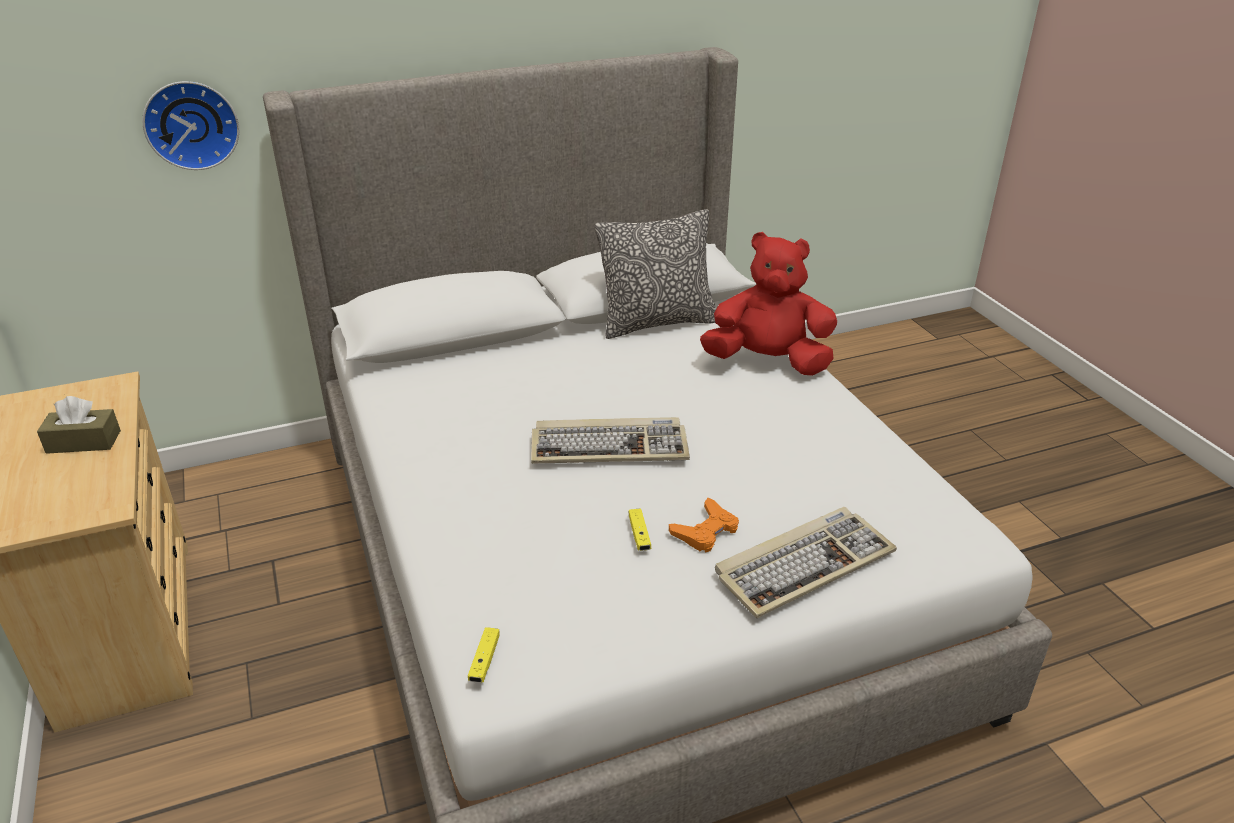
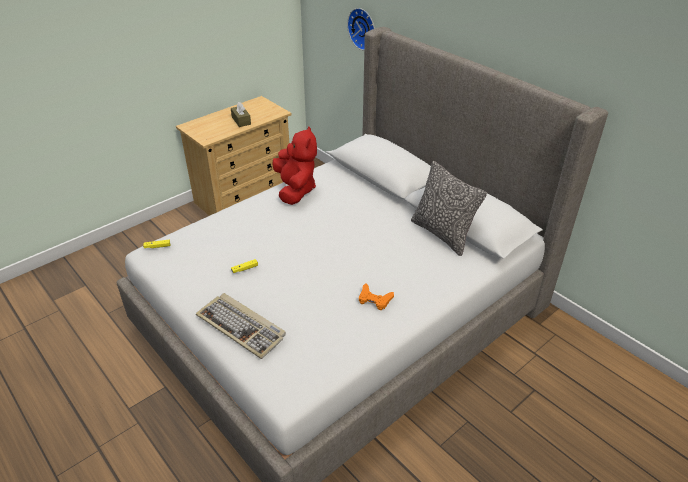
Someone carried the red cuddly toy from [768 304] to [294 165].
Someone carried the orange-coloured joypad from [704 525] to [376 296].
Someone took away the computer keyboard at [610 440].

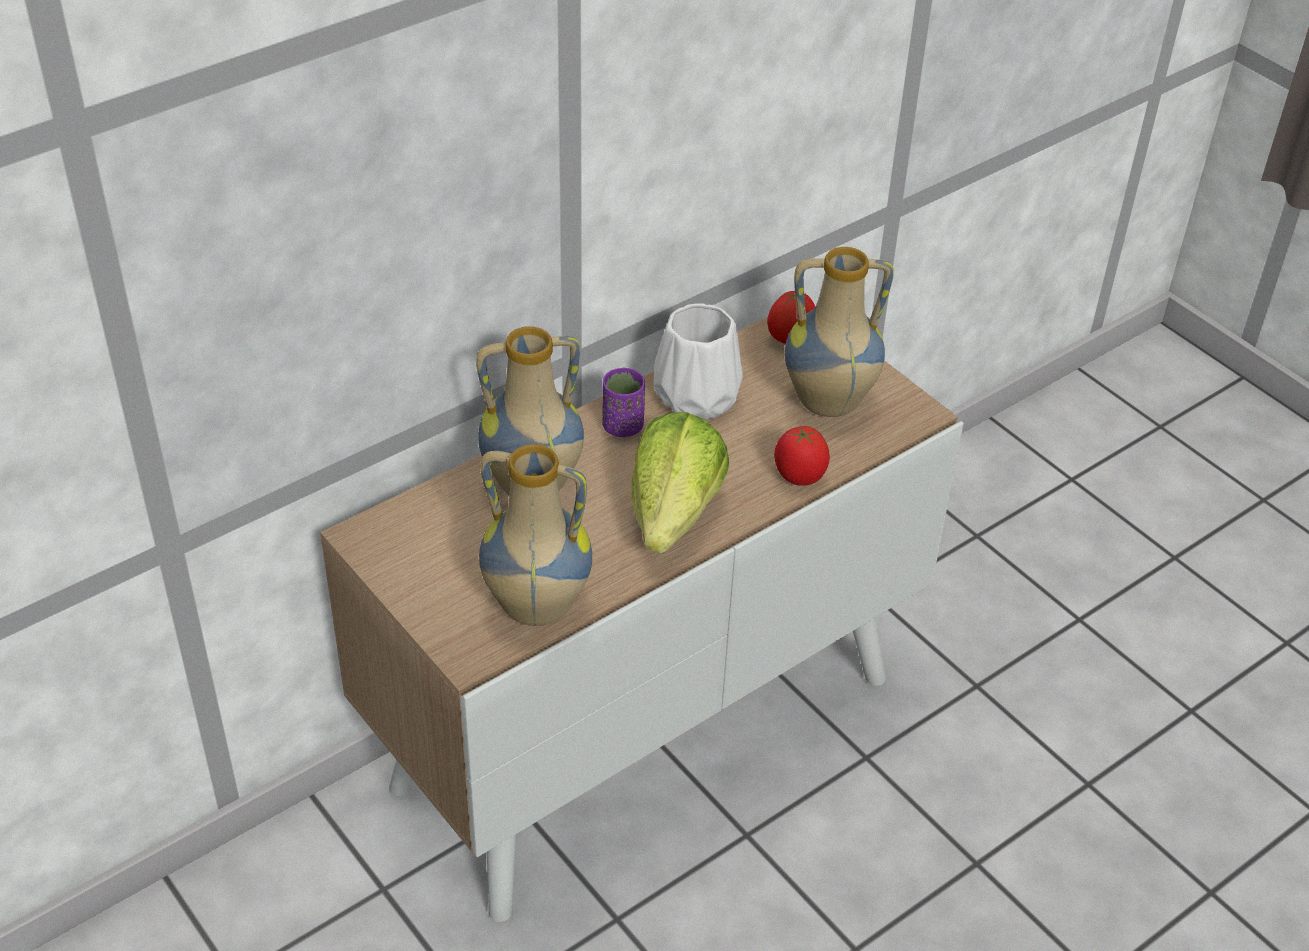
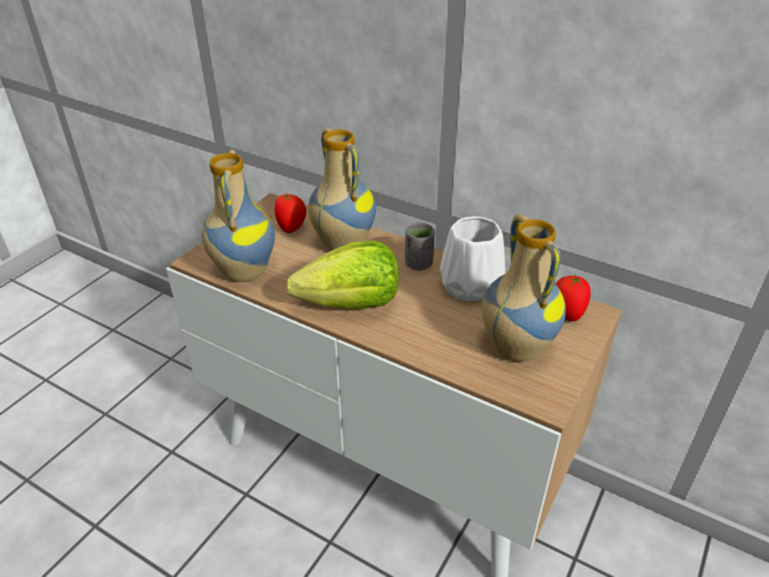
Someone carried the whole tomato from [802 456] to [290 213].
Someone repainted the purplish small cup at [623 402], which became the grey small cup at [420 246].

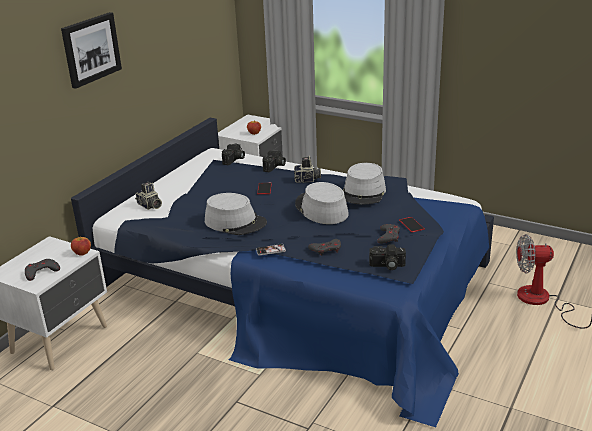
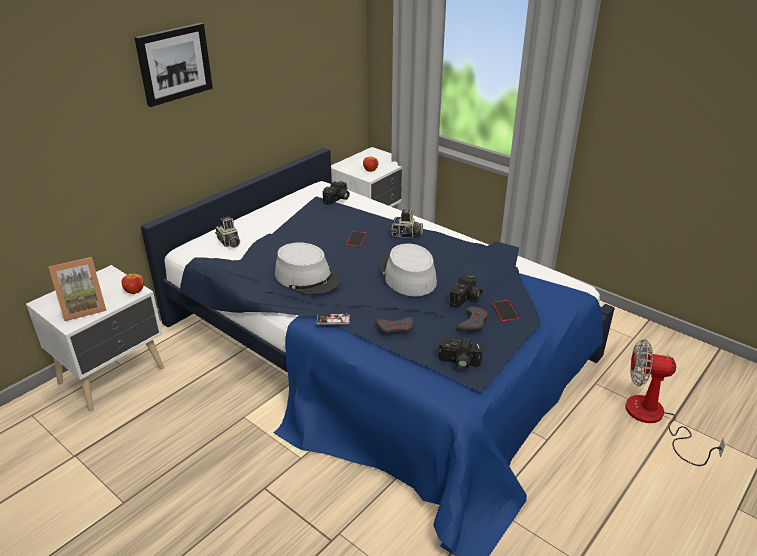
Someone swapped the grey joypad at [42 270] for the standing frame at [78 289].
Someone carried the photo camera from [274 161] to [466 291].
Someone took away the grey clothing hat at [364 184].

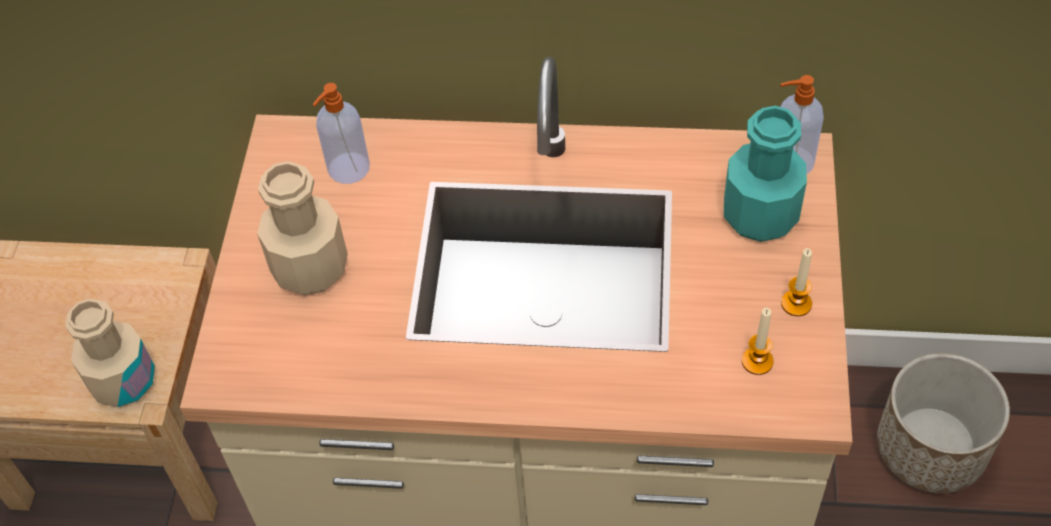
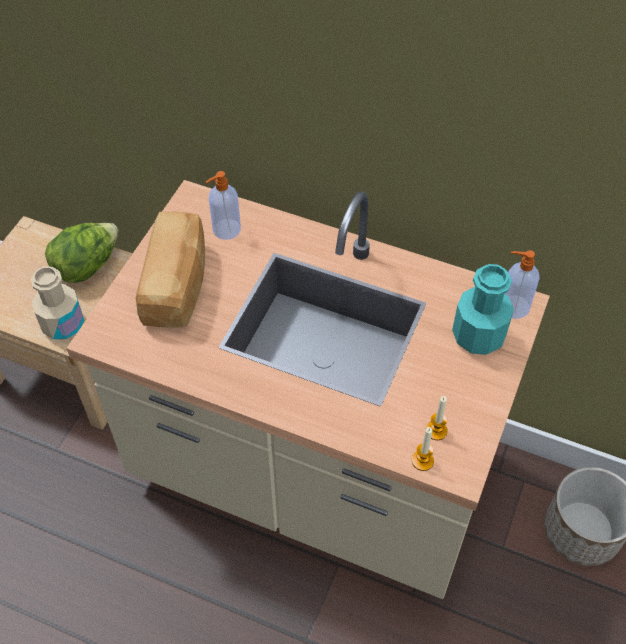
Someone put down the lettuce at [81 253].
Someone swapped the sand-coloured drink bottle at [302 228] for the bakery bread at [170 270].
Someone carried the wax candle from [796 282] to [423 449].

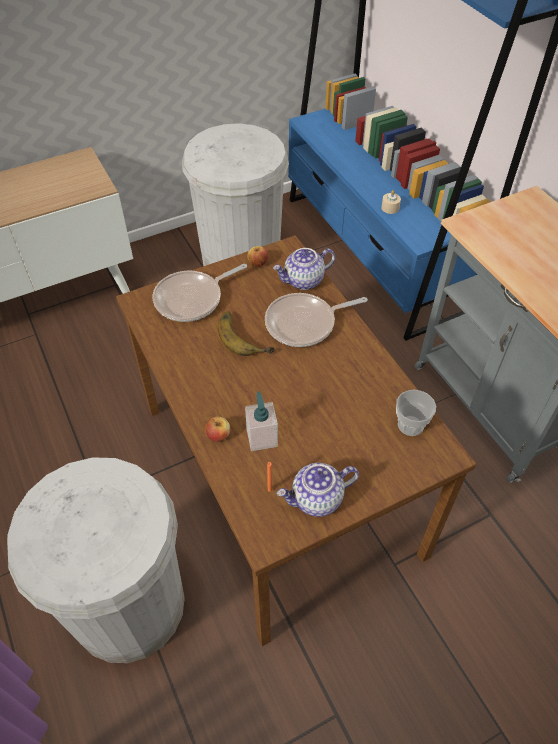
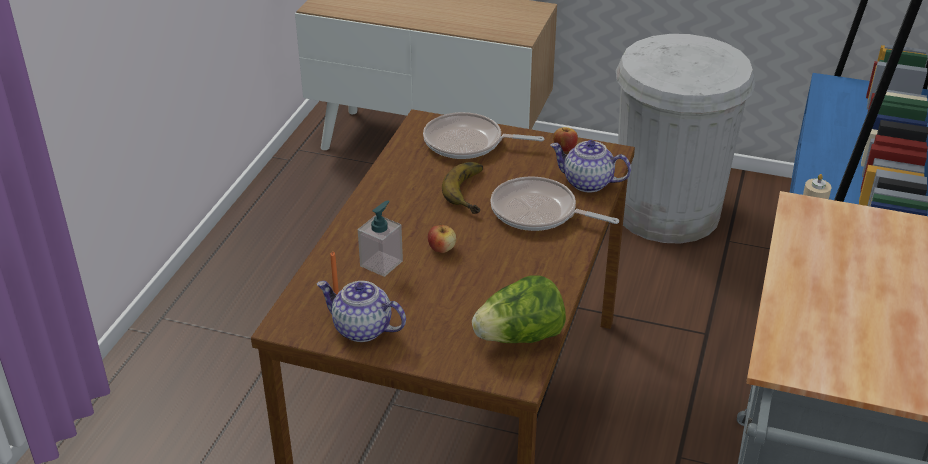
Someone carried the apple from [217 429] to [442 239].
Someone swapped the small cup at [416 413] for the lettuce at [519 309].
Someone took away the white-coloured rubbish bin at [96 560].

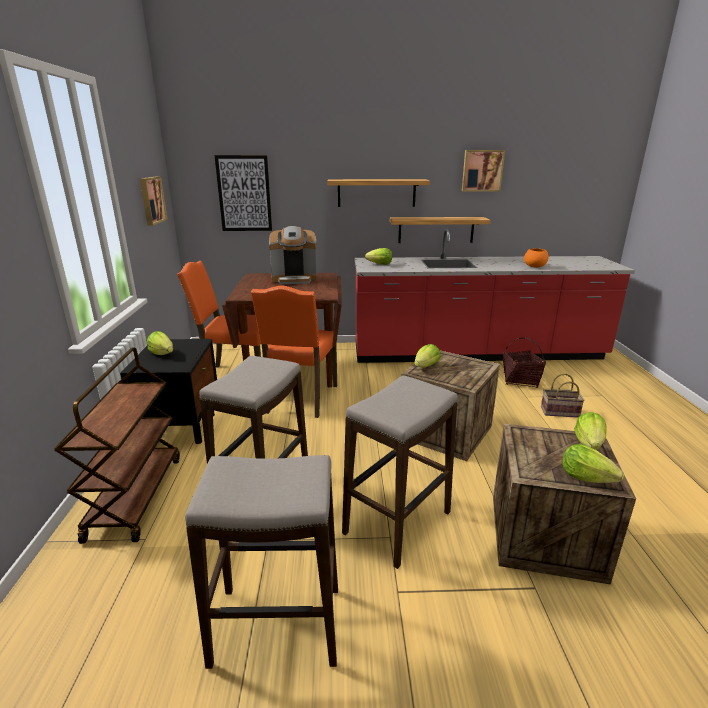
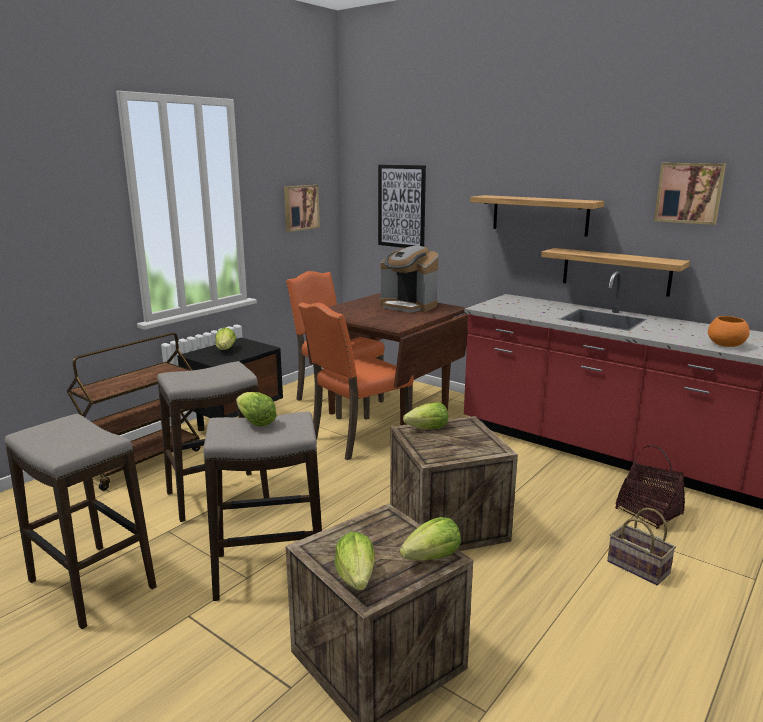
Someone carried the lettuce from [378 256] to [256 409].

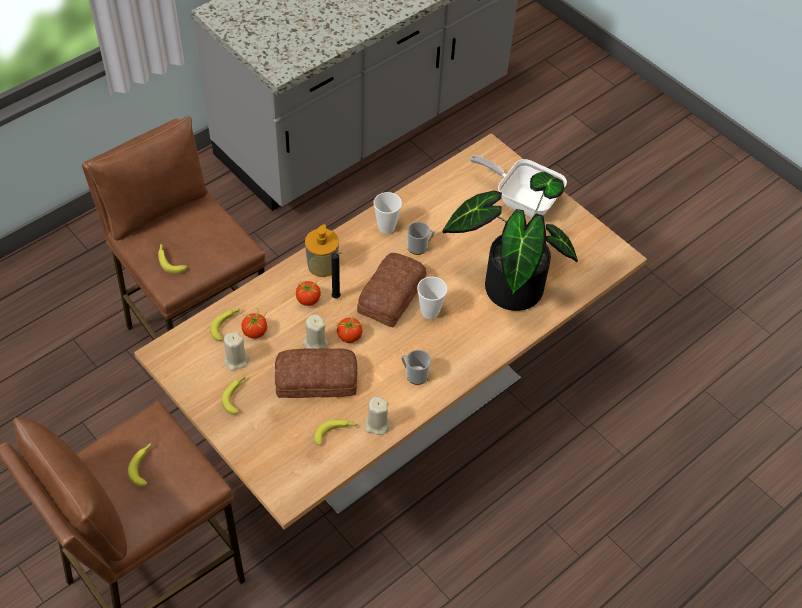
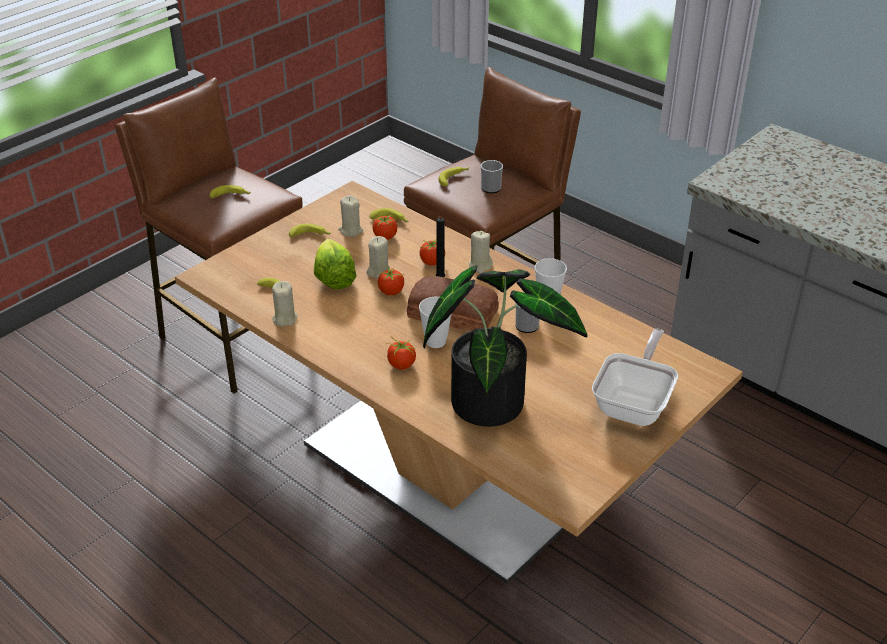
Someone swapped the bakery bread at [316 373] for the lettuce at [335 264].
Someone put down the whole tomato at [400 354].
Someone swapped the liquid soap bottle at [322 250] for the sand-coloured wax candle at [480 252].
Someone carried the coffee mug from [416 367] to [492 176].

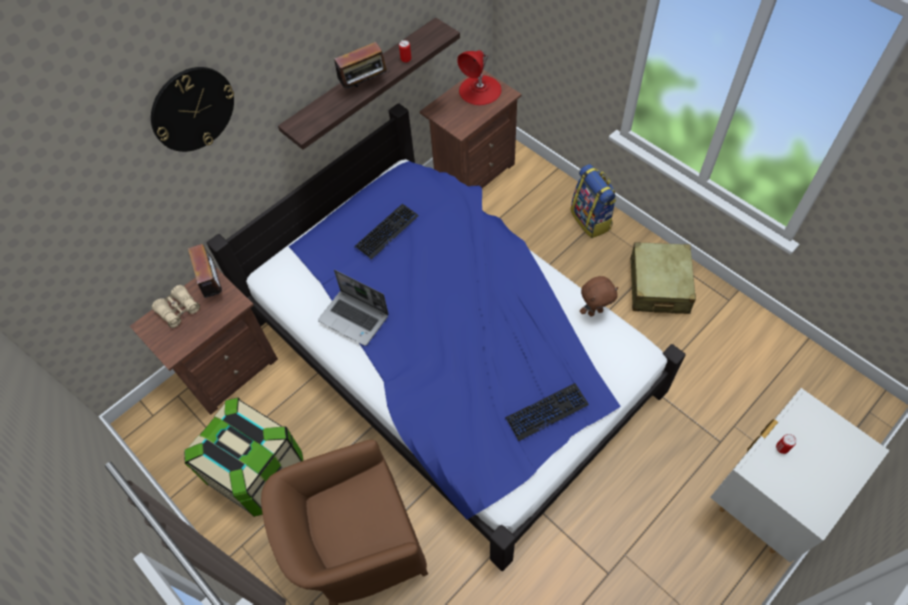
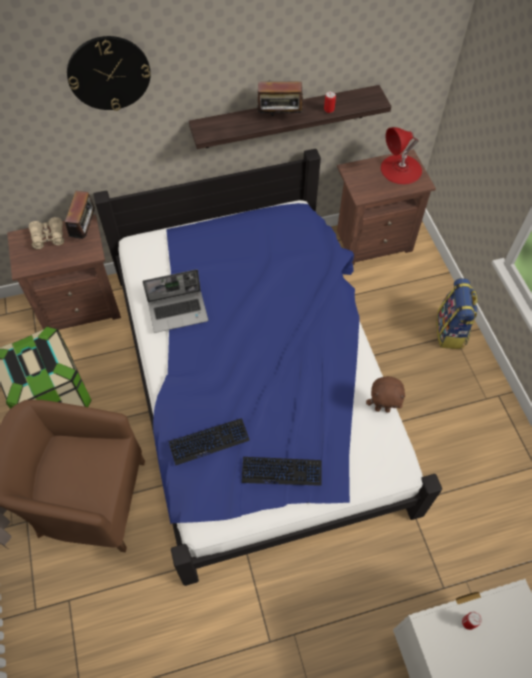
Someone rotated the laptop at [353 308] by 75 degrees counterclockwise.
Someone carried the computer keyboard from [386 232] to [209 442].
Someone took away the sand-coloured travel case at [663 278].

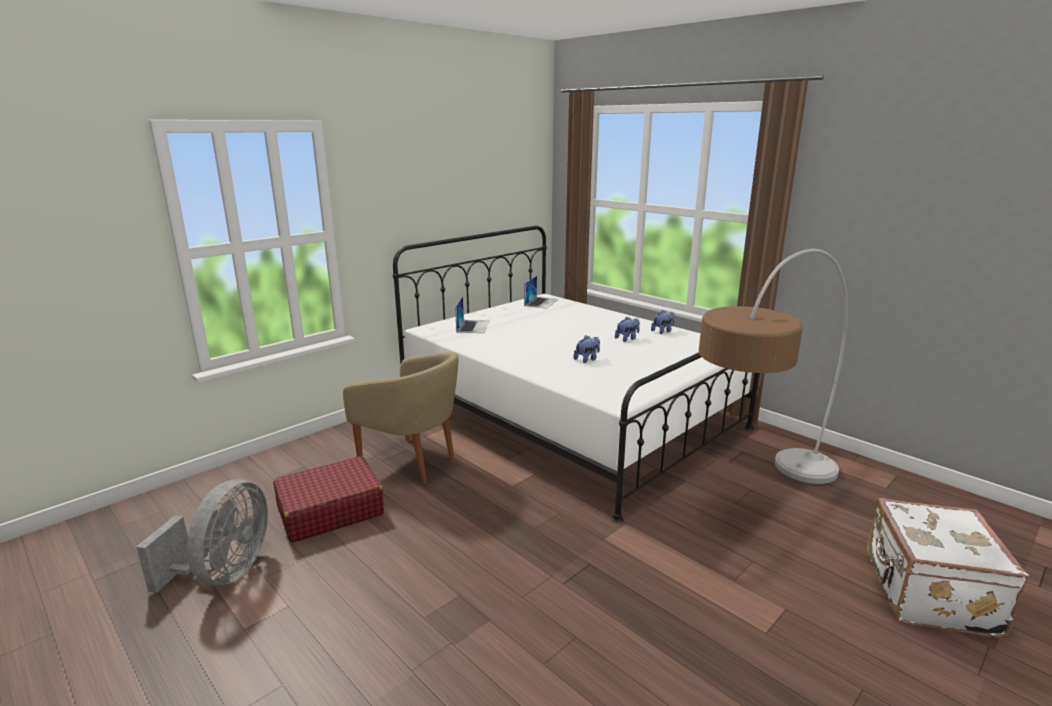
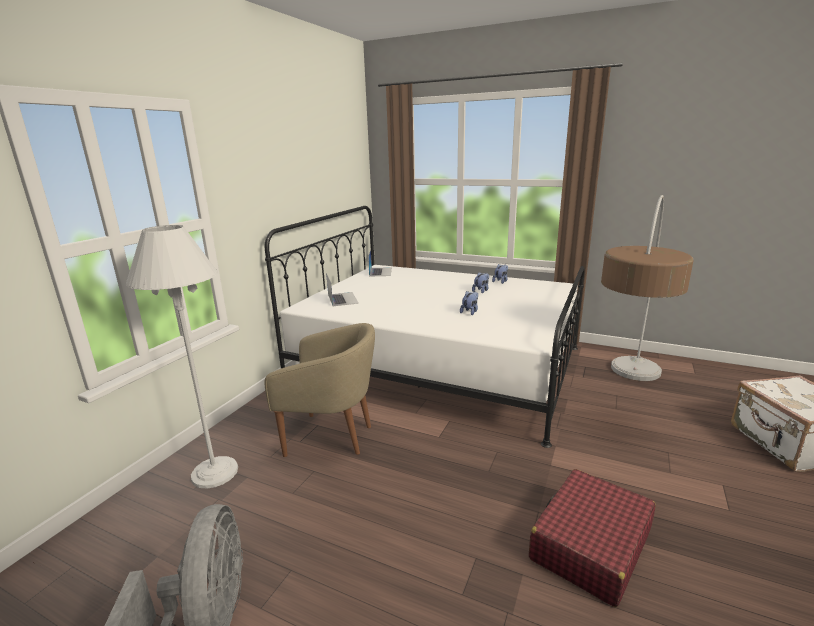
Someone put down the white-coloured standing lamp at [182 356].
Someone carried the red travel case from [328 499] to [592 538].

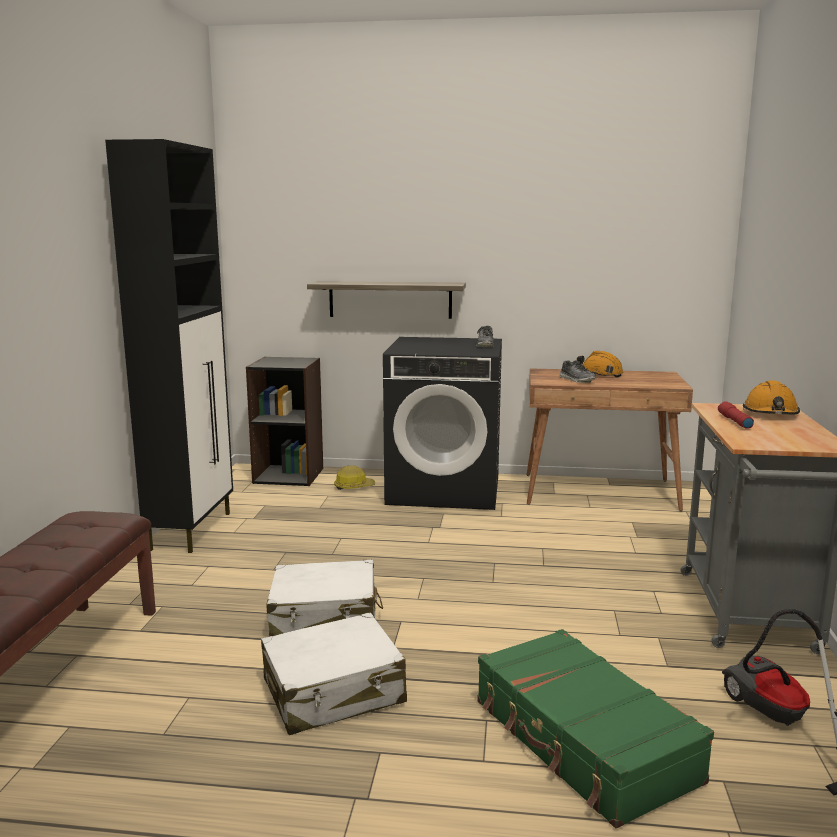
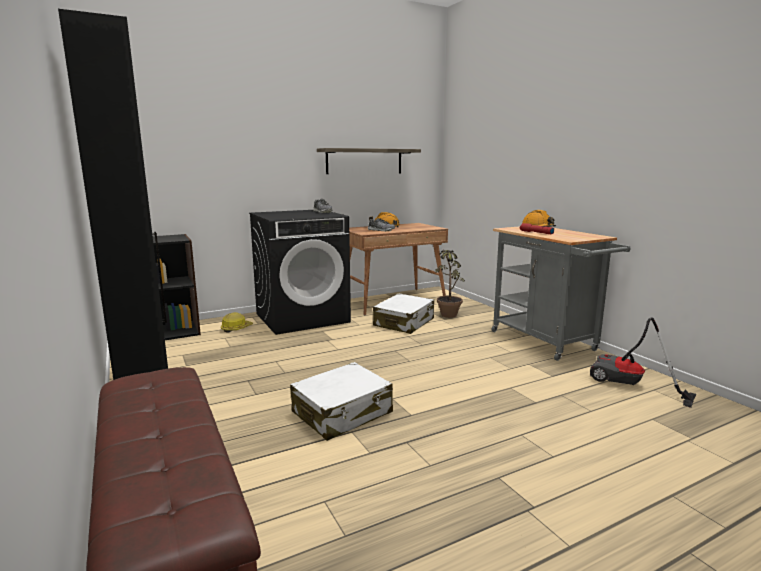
Someone carried the shelf from [386 300] to [369 161].
Someone carried the white-coloured travel case from [334 674] to [403 313].
Someone put down the potted plant at [450 283].
Someone took away the greenish travel case at [595 729].

